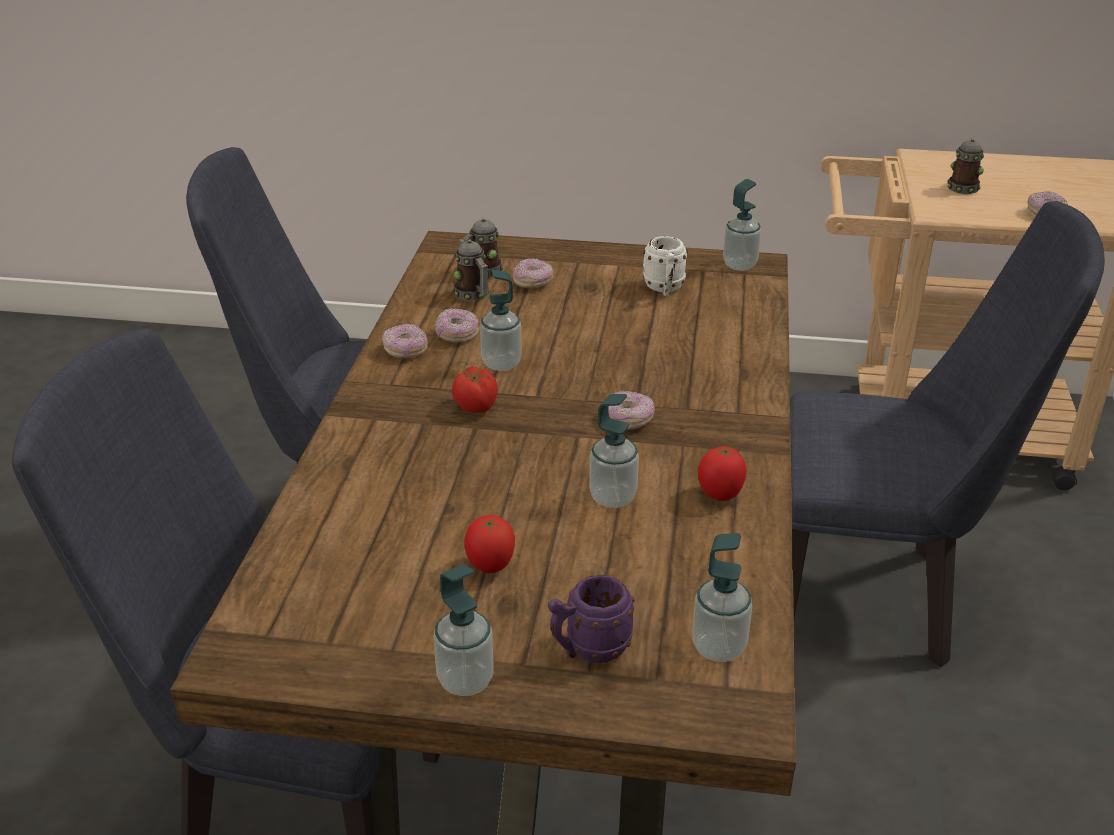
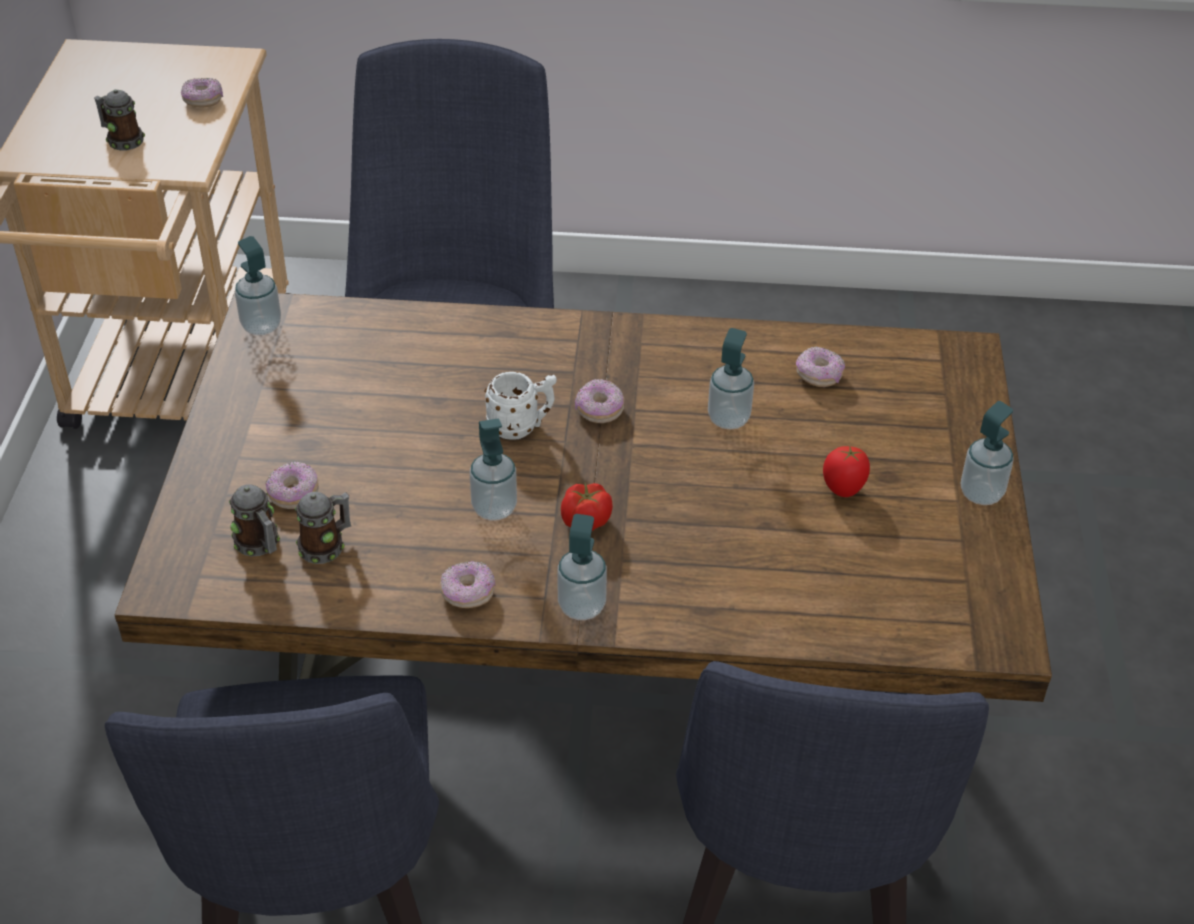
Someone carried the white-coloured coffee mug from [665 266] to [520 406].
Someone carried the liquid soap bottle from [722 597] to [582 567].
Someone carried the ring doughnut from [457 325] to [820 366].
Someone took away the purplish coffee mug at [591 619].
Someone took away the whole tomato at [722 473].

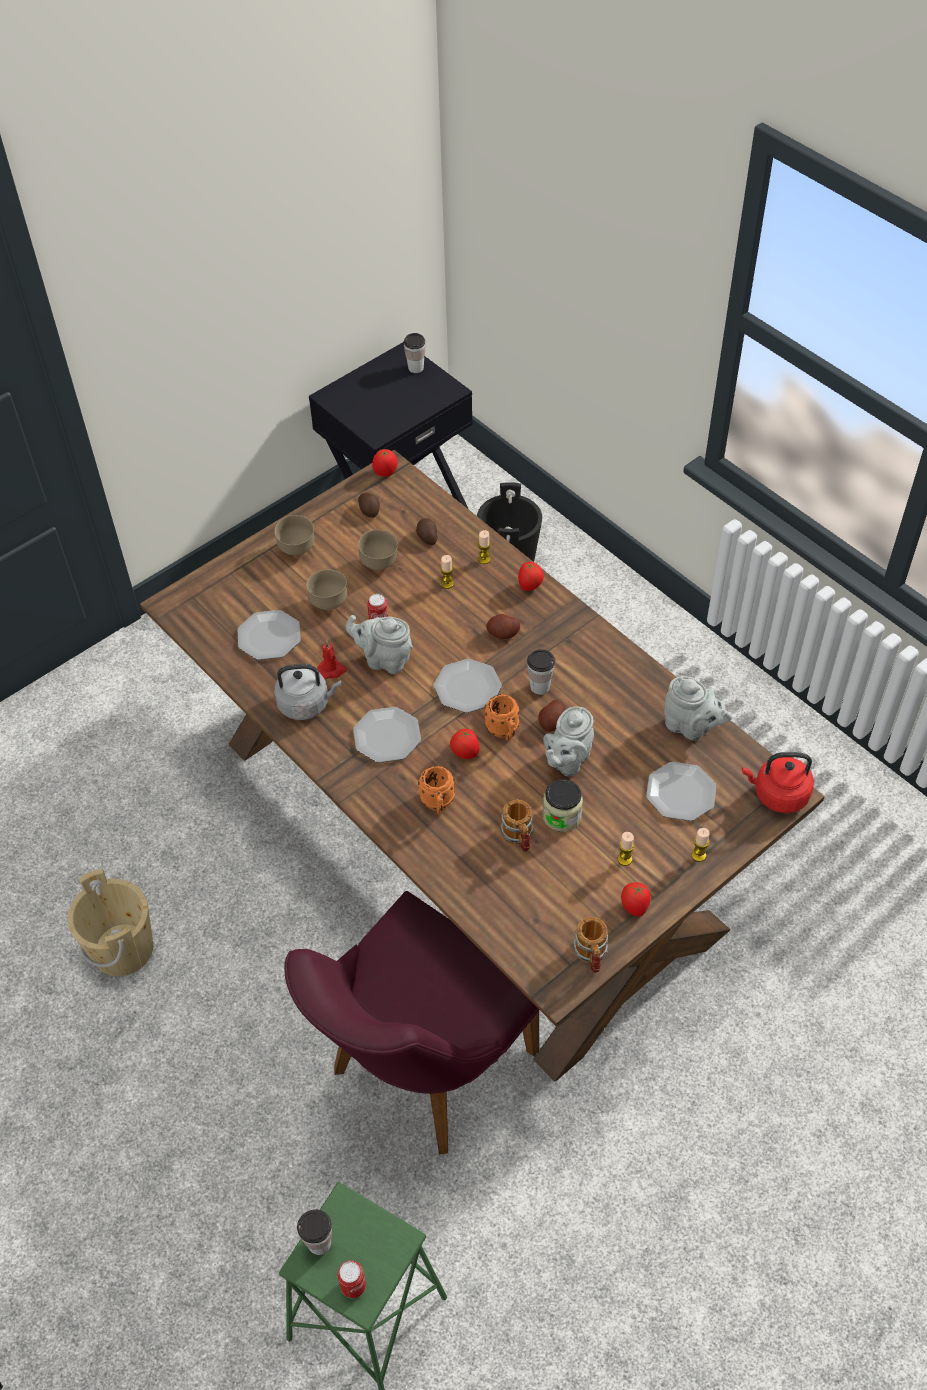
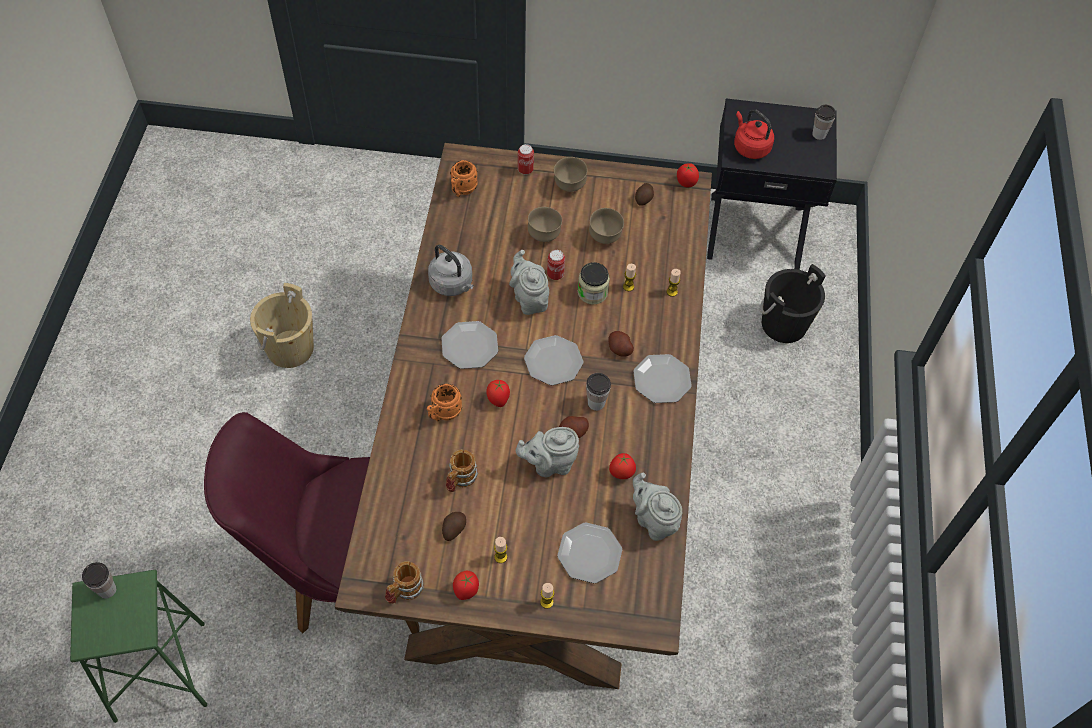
Someone carried the whole potato from [426 531] to [454 526].
Someone carried the orange-coloured coffee mug from [502 717] to [464 178].
Someone carried the can from [351 1279] to [526 159].
Someone carried the storage jar from [563 805] to [594 283].
Someone carried the whole tomato from [531 576] to [622 466].
Someone carried the flat dish from [269 635] to [662 378].
Someone rotated the grey teapot at [698 708] by 150 degrees clockwise.
Someone carried the red kettle from [778 782] to [754 134].
Someone took away the red wax candle at [332 659].

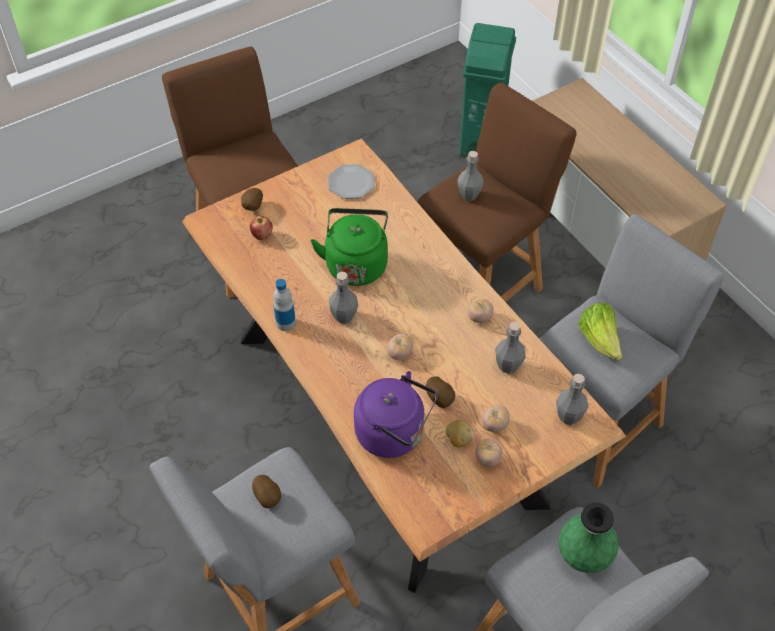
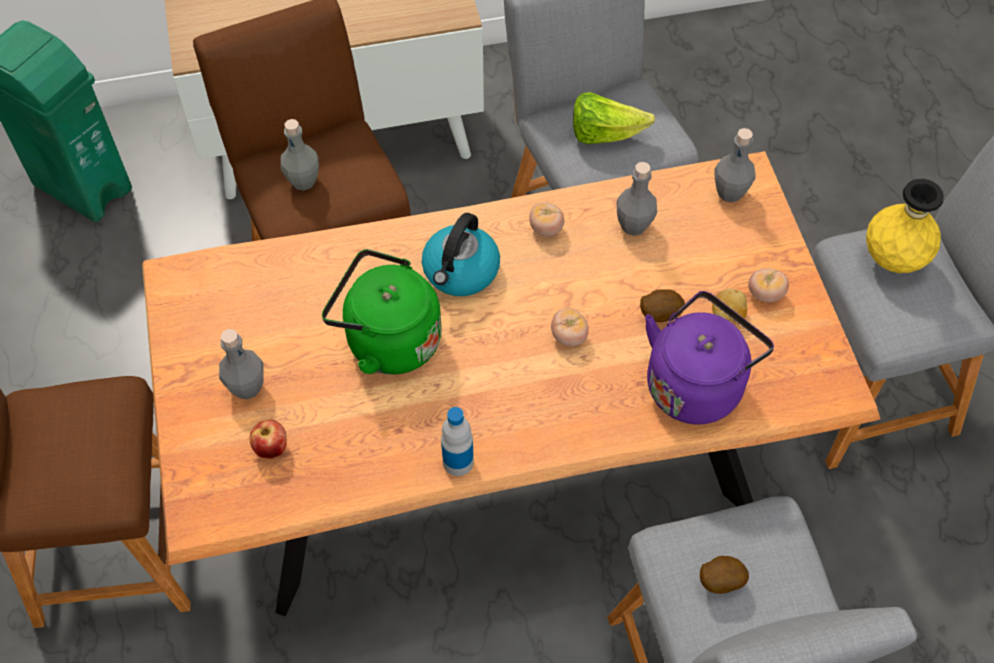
Someone carried the grey drink bottle from [343 298] to [241 364].
Someone put down the kettle at [461 254].
Someone repainted the greenish decorative vase at [588 537], which became the yellow-coloured decorative vase at [905 226].
Someone took away the whole potato at [252 199].
Someone took away the flat dish at [351 181].
Someone took away the whole tomato at [496 418].

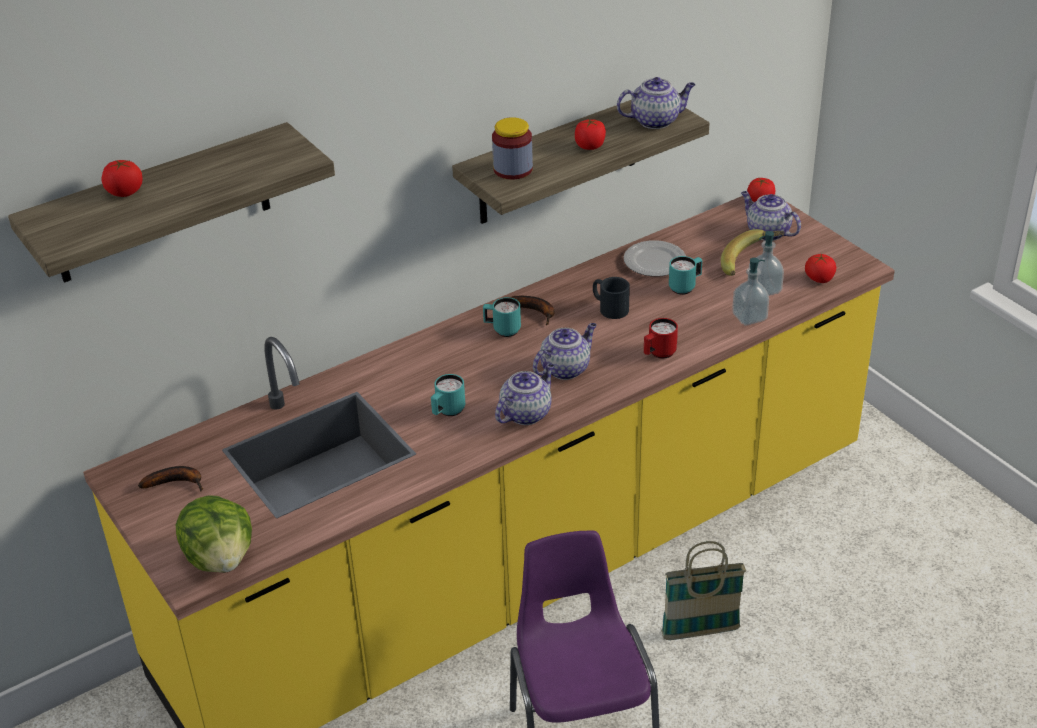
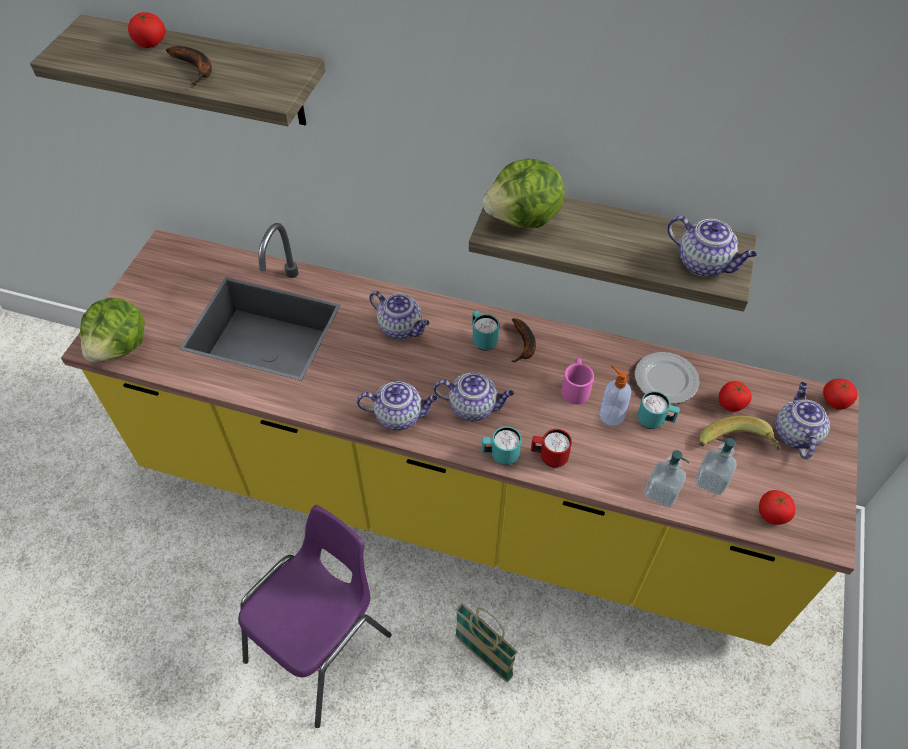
Someone carried the banana from [170 479] to [189 65].
Someone put down the teapot at [399 315].
Someone carried the blue-green coffee mug from [448 395] to [501 445].
Someone swapped the storage jar at [512 148] for the lettuce at [524 193].
Someone repainted the blackish coffee mug at [611 298], which became the pink coffee mug at [577 381].
Someone put down the liquid soap bottle at [615 395].
Someone carried the whole tomato from [590 134] to [735 396].

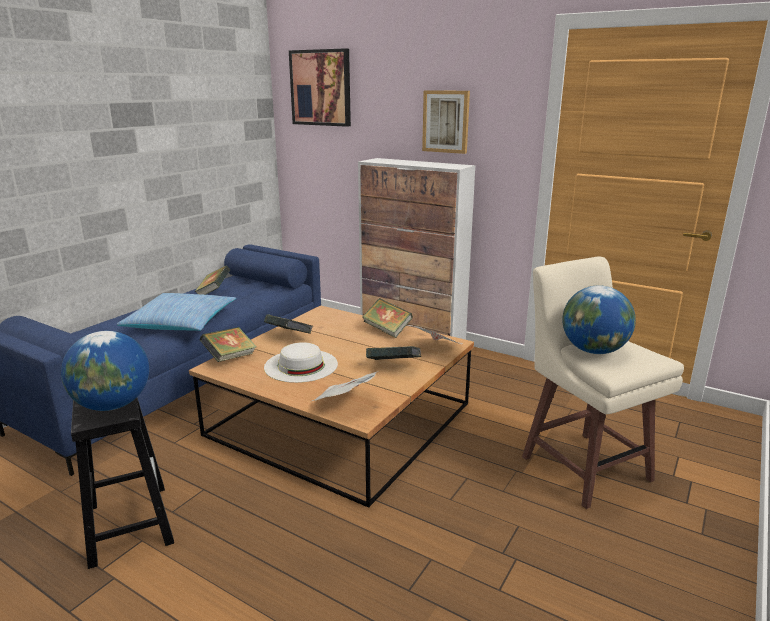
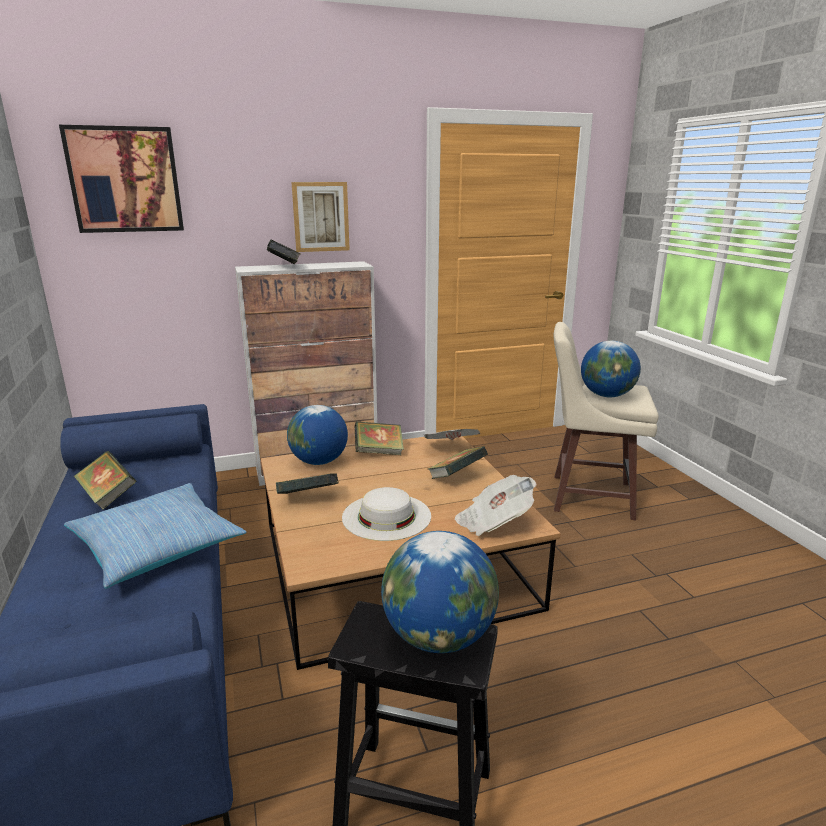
Someone carried the book from [228 344] to [284 252].
Someone put down the world globe at [317 435].

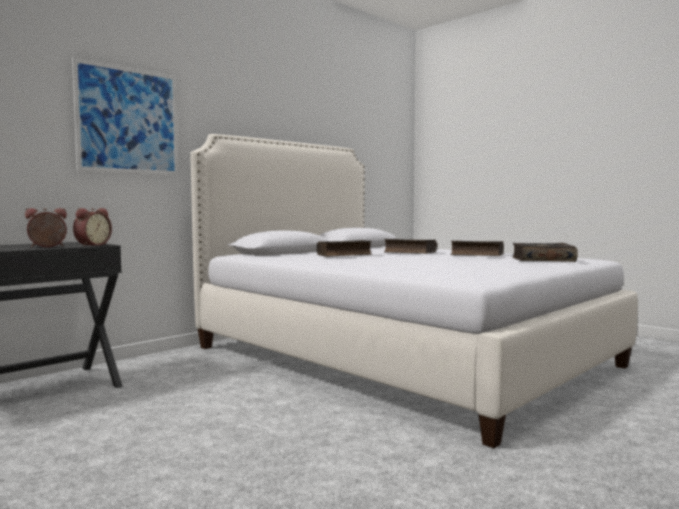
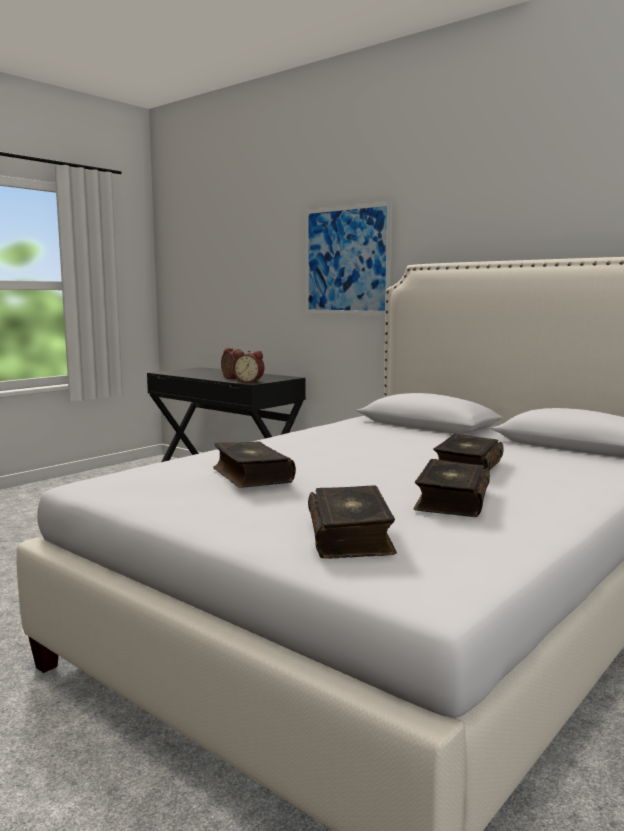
Someone carried the book from [344 248] to [254 464].

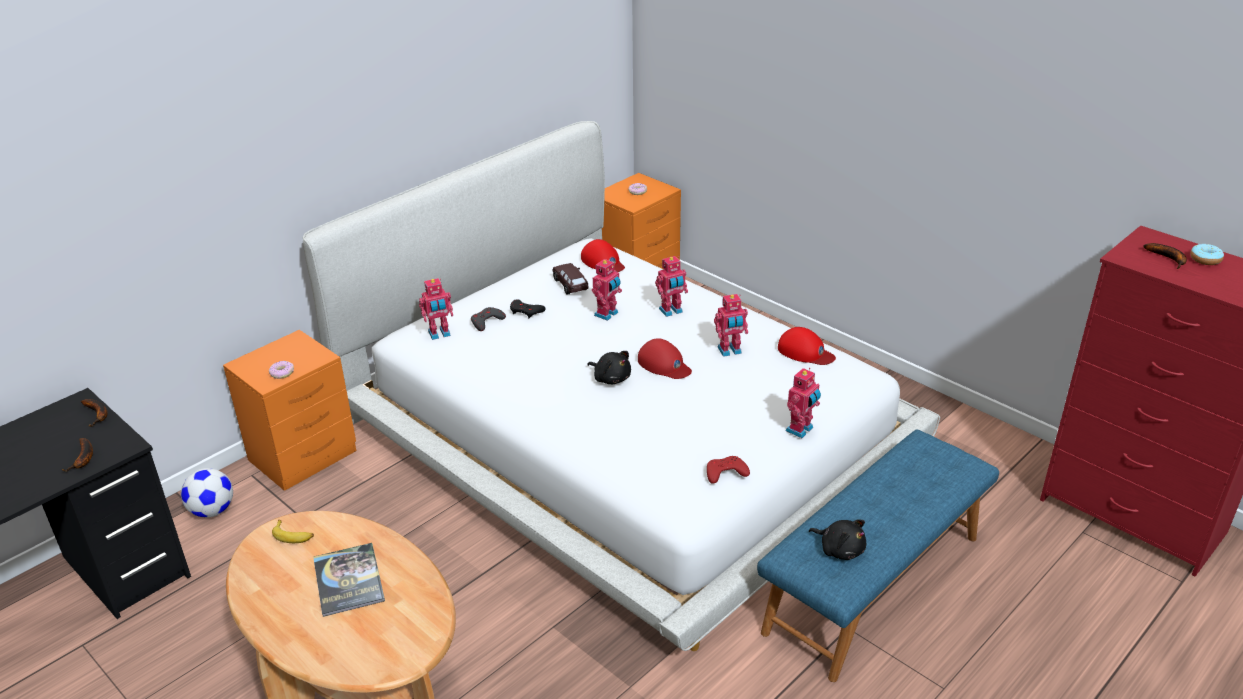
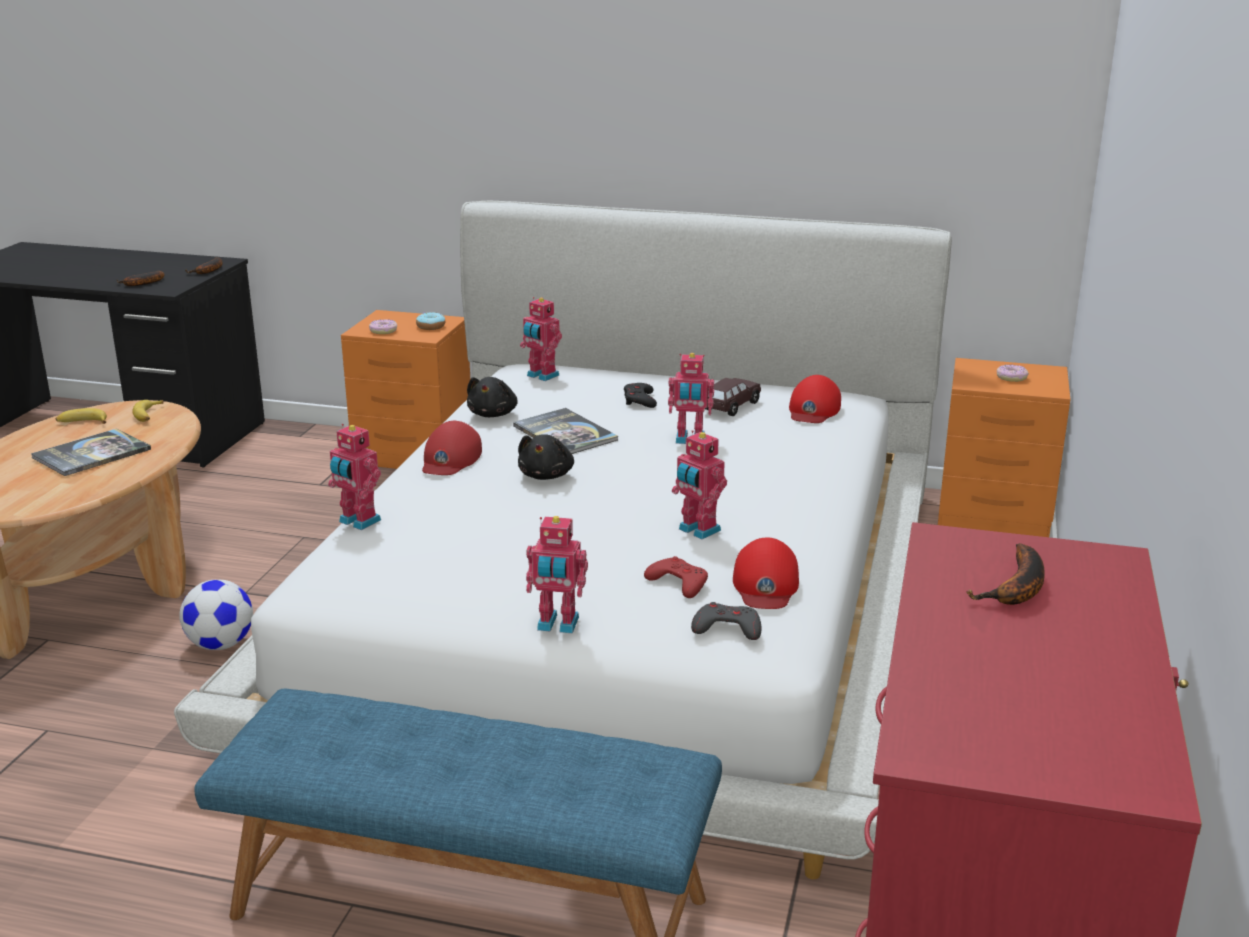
Someone put down the banana at [81 416].
Someone carried the football ball from [207 492] to [216 615].
Someone carried the toy robot from [671 286] to [354 477].
Someone carried the ring doughnut from [1207 254] to [430 321].
Someone carried the red cap from [665 358] to [452 448].
Someone carried the blackish cuddly toy from [837 539] to [492 397].
Someone put down the book at [565 431].
Someone carried the red joypad from [728 470] to [676 577].
Someone carried the grey joypad from [488 319] to [726 621].

